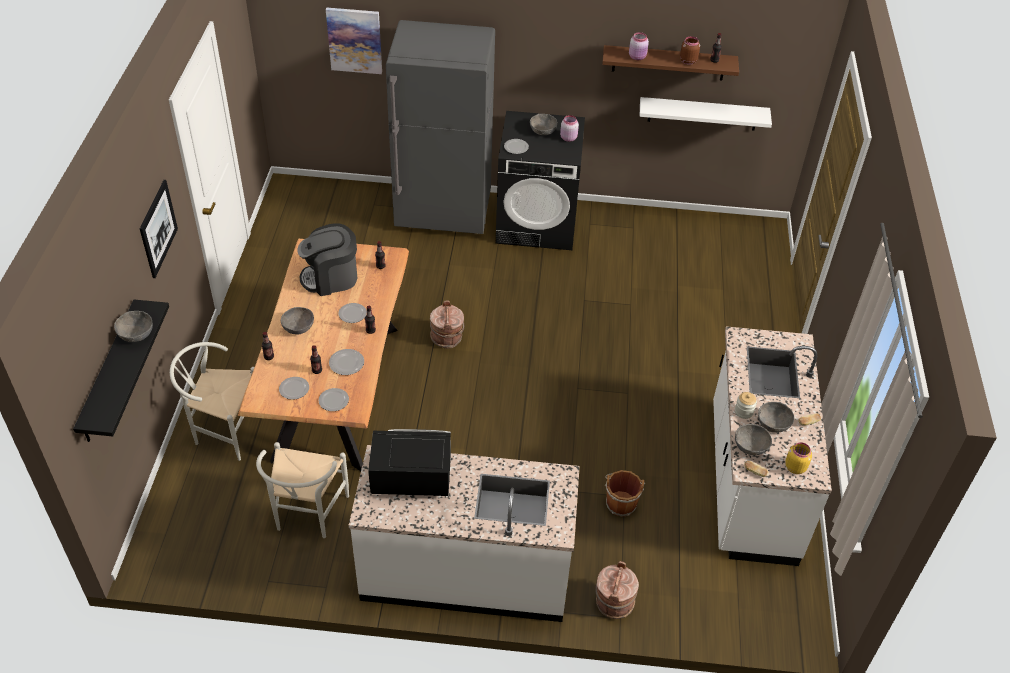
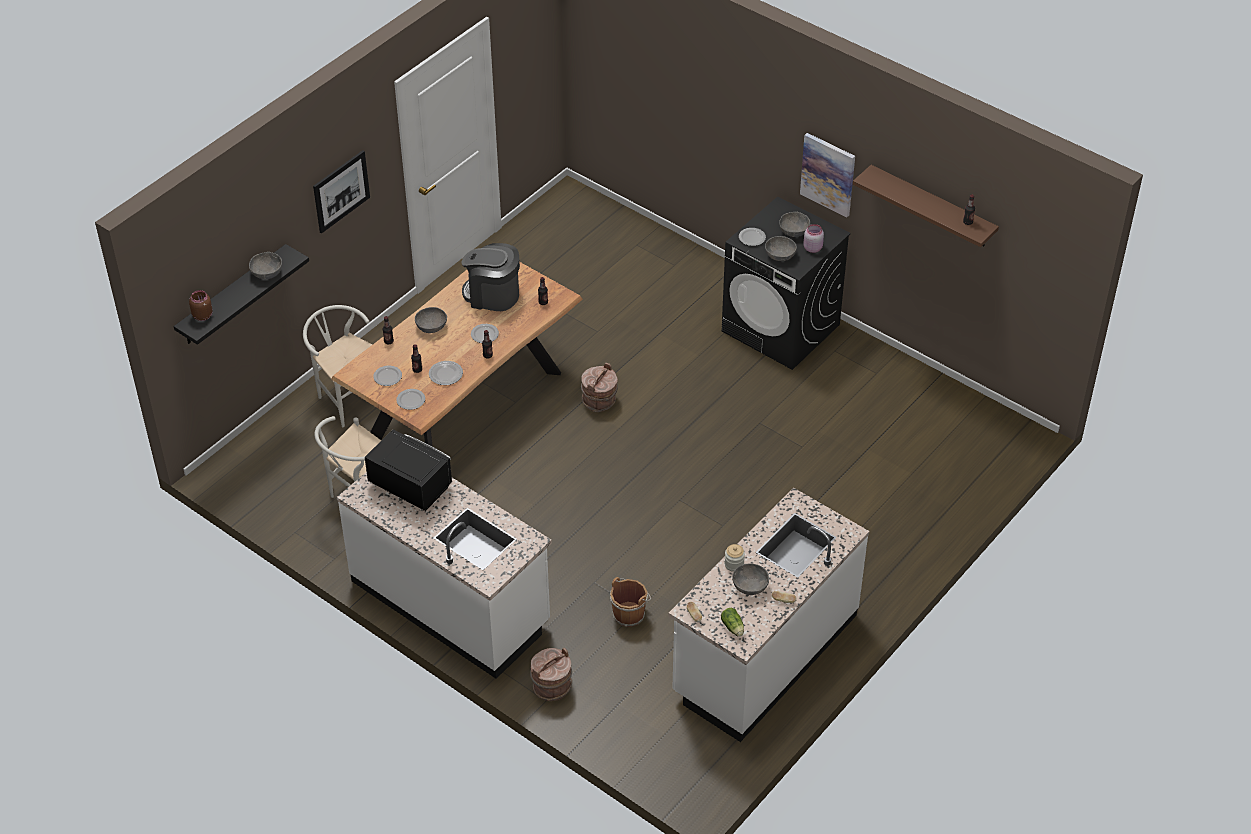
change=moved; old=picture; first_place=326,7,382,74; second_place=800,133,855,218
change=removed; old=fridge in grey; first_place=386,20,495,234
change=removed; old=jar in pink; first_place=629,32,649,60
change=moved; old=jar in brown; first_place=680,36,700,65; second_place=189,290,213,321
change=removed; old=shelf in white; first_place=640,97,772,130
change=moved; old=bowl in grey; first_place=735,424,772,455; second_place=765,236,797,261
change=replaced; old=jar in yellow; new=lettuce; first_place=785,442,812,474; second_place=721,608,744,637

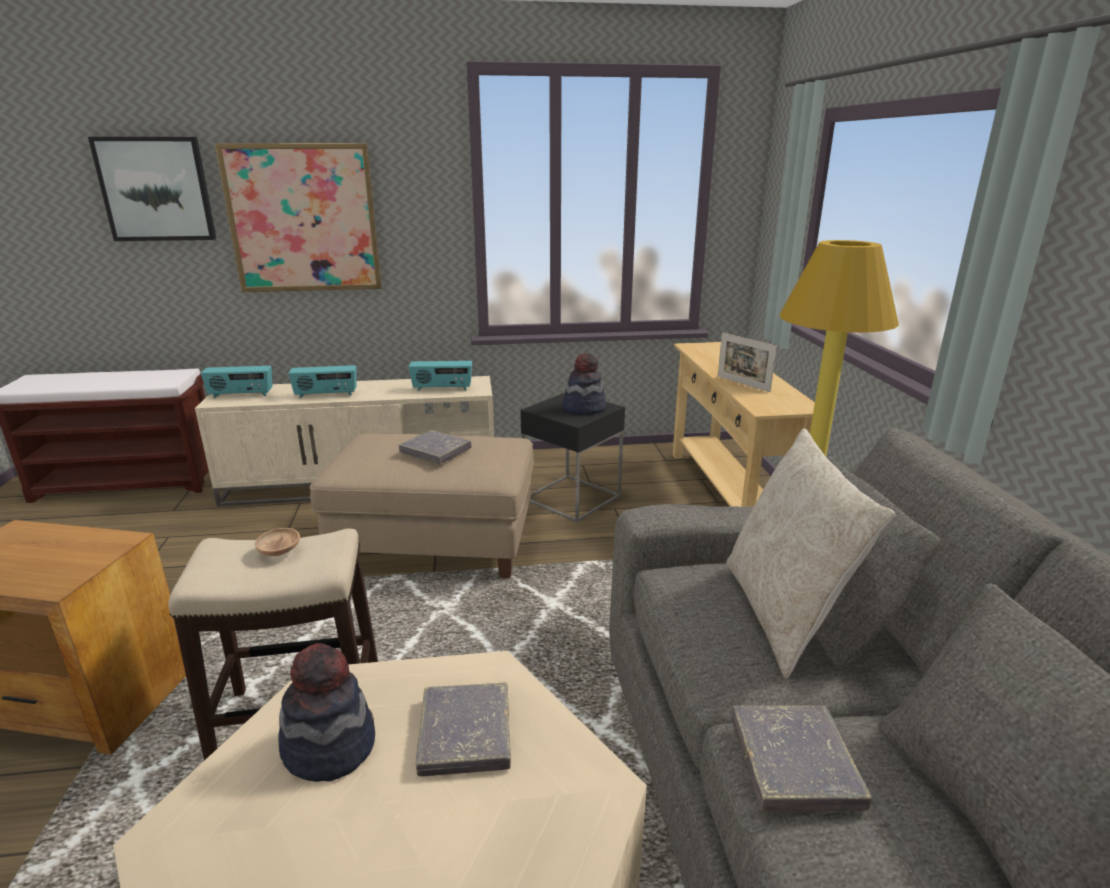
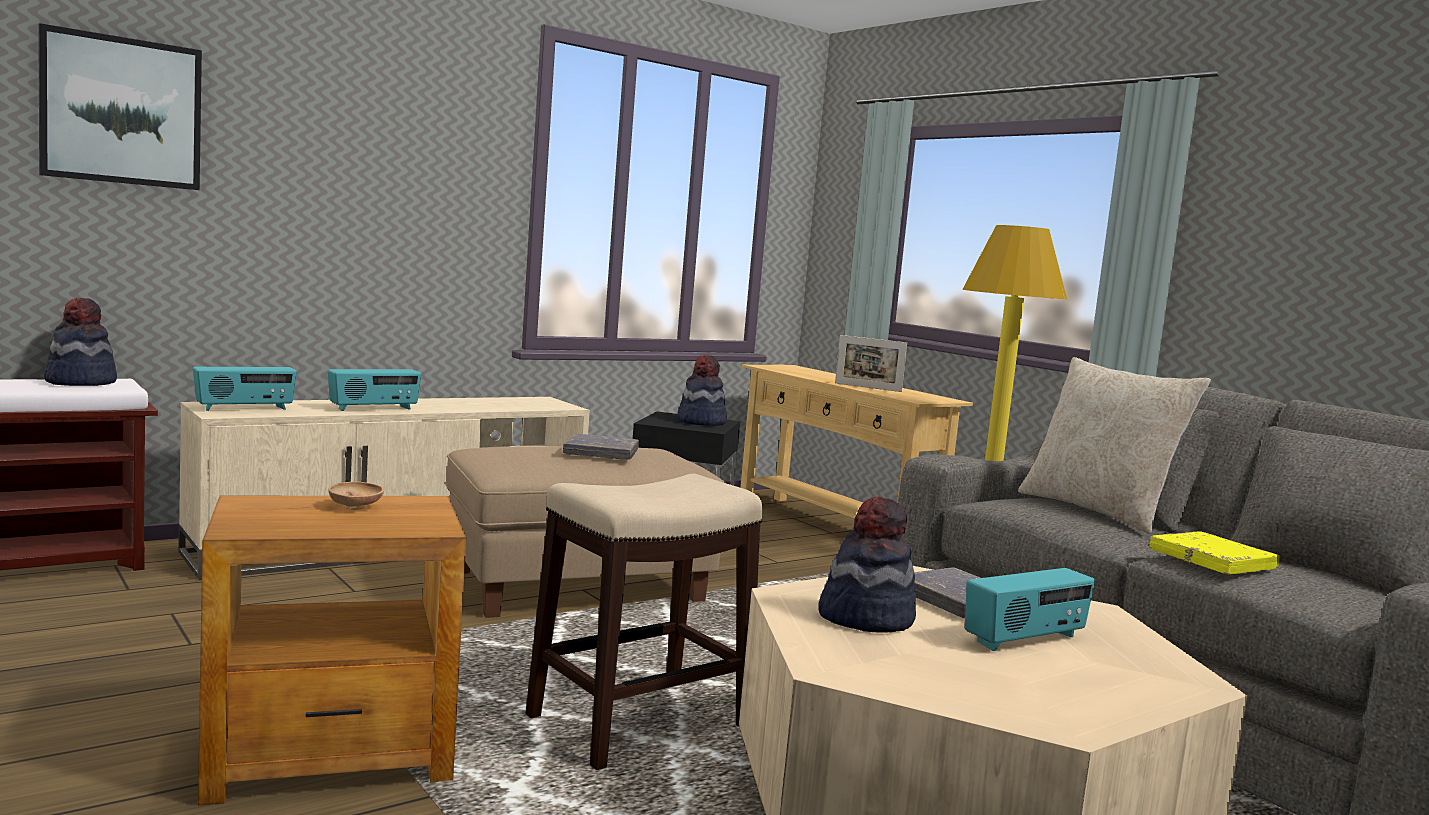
change=removed; old=picture; first_place=214,143,382,292
change=moved; old=radio; first_place=409,361,472,391; second_place=965,568,1095,651
change=moved; old=bowl in brown; first_place=255,528,300,556; second_place=328,482,384,510
change=recoloured; old=book in grey; new=book in yellow; first_place=732,706,872,812; second_place=1150,531,1280,575
change=added; new=hat; second_place=44,298,117,386

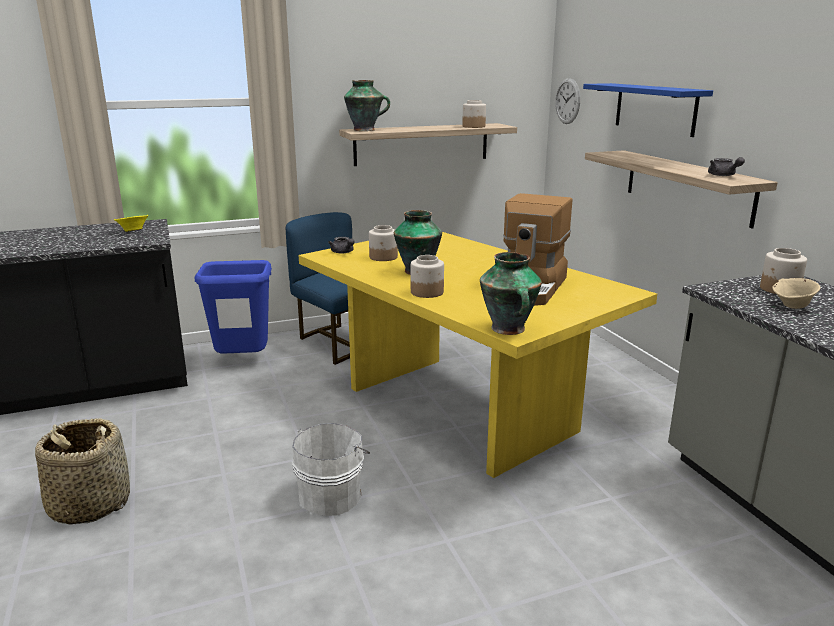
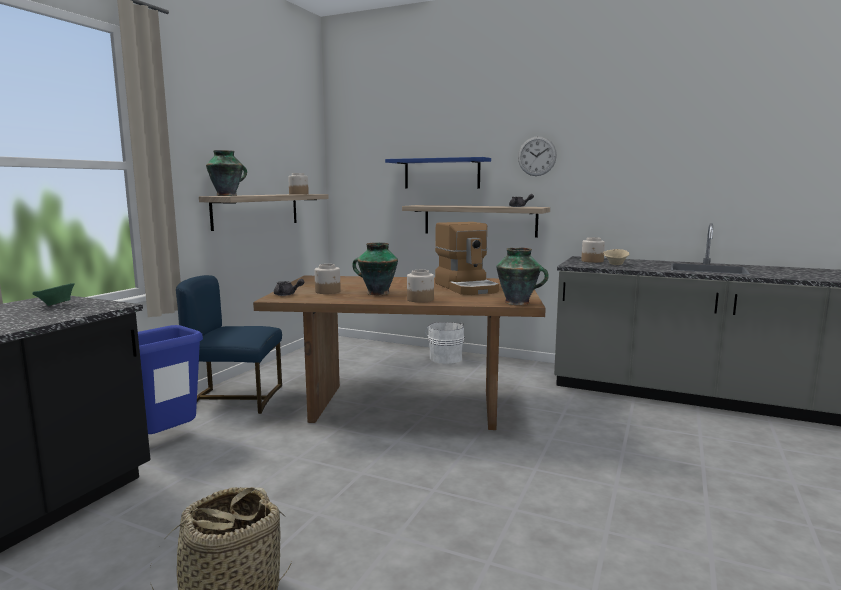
change=moved; old=wall clock; first_place=555,78,580,124; second_place=518,136,557,176
change=recoloured; old=bowl in yellow; new=bowl in green; first_place=114,215,148,232; second_place=32,283,75,306
change=recoloured; old=dining table in yellow; new=dining table in brown; first_place=299,232,657,478; second_place=253,276,546,430
change=moved; old=bucket in white; first_place=292,423,370,516; second_place=425,322,465,364

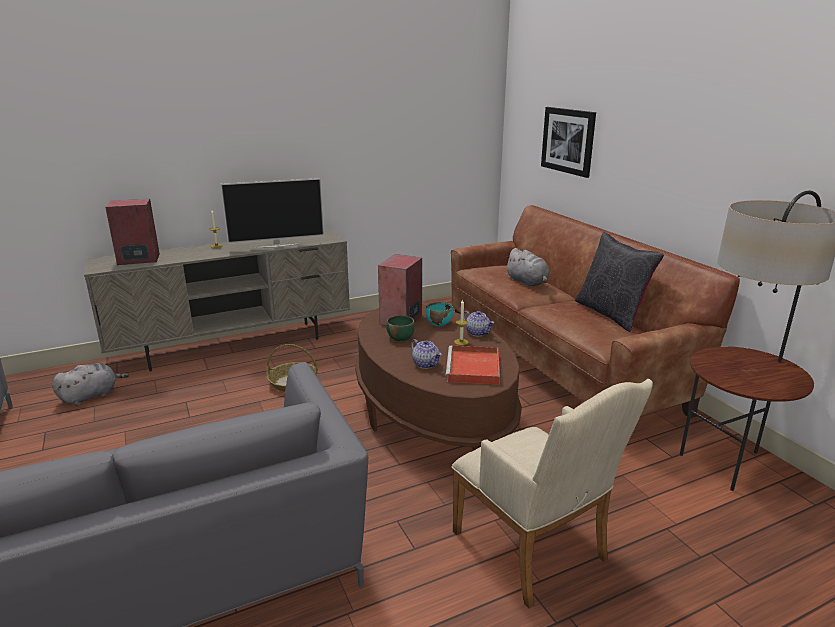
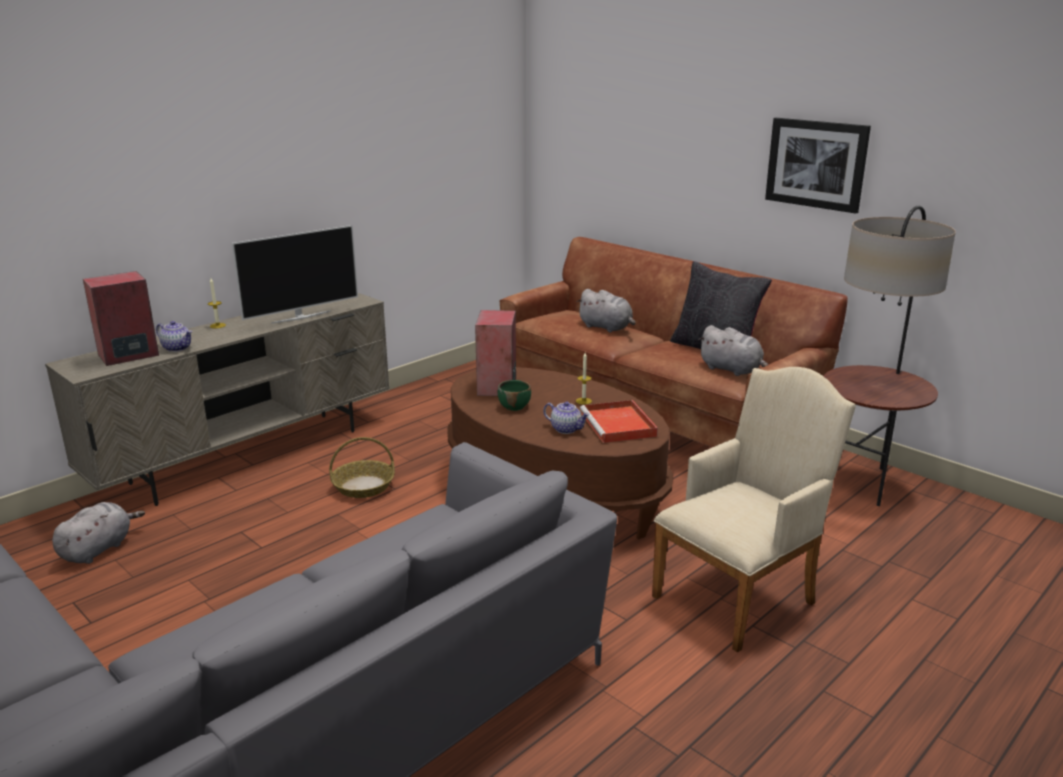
change=moved; old=picture; first_place=541,107,596,178; second_place=765,118,871,214
change=removed; old=bowl in turquoise; first_place=426,302,453,326
change=moved; old=teapot; first_place=464,311,494,336; second_place=156,321,192,352
change=turned; old=armchair in beige; first_place=452,379,653,608; second_place=652,367,856,653; degrees=-75
change=added; new=plush toy in grey; second_place=698,325,768,376

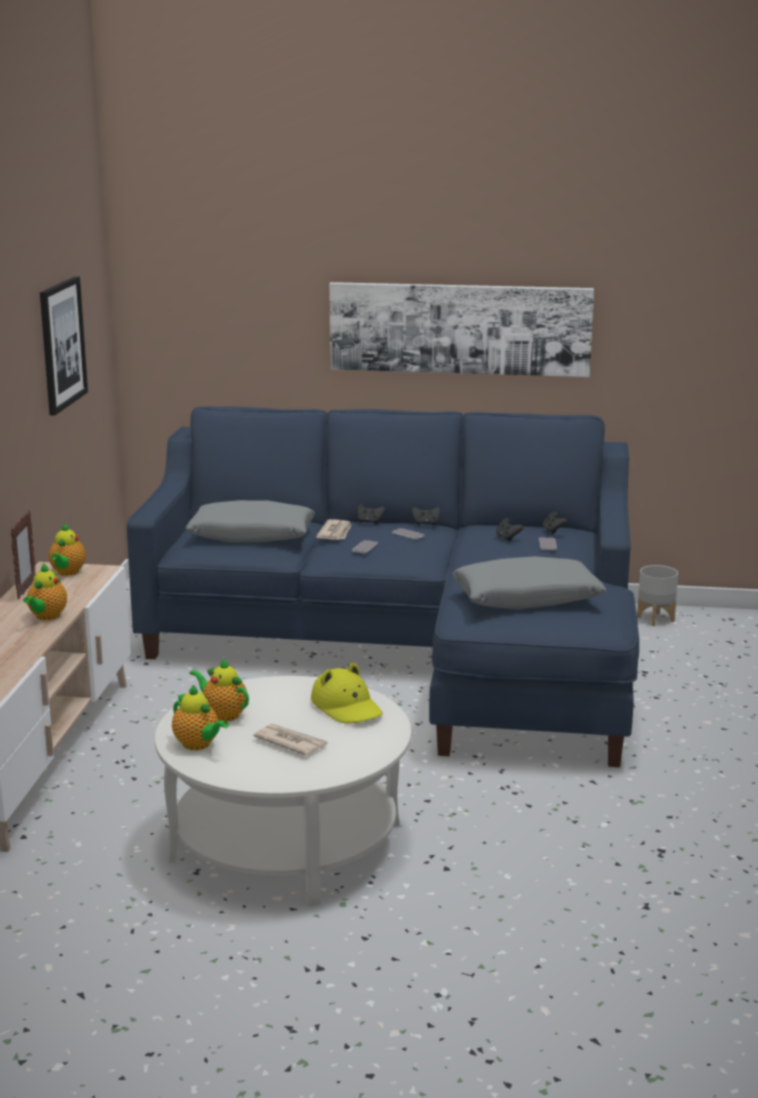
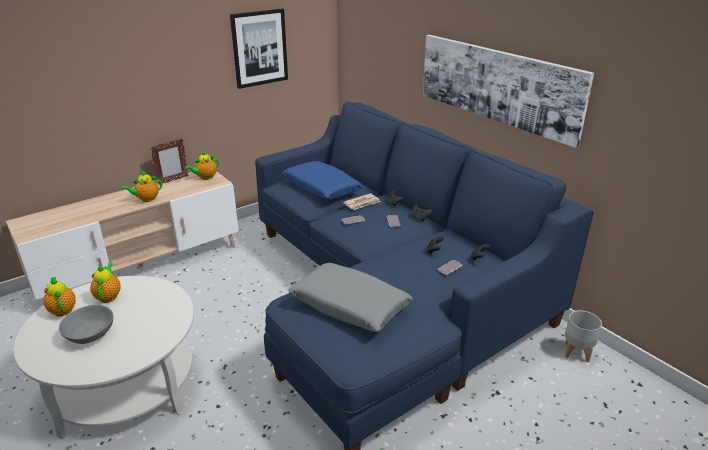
change=recoloured; old=pillow in grey; new=pillow in blue; first_place=185,500,315,543; second_place=283,161,363,200
change=removed; old=hat in yellow; first_place=311,663,383,724
change=turned; old=teapot; first_place=172,685,229,750; second_place=43,277,76,317; degrees=150
change=replaced; old=newspaper; new=bowl in grey; first_place=253,723,328,756; second_place=59,305,113,344

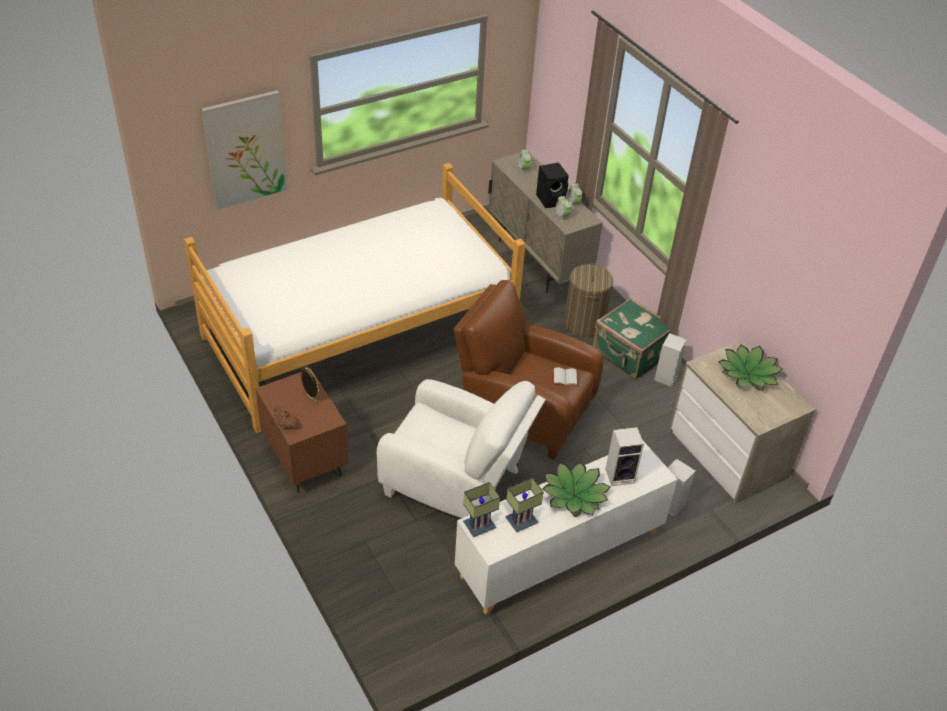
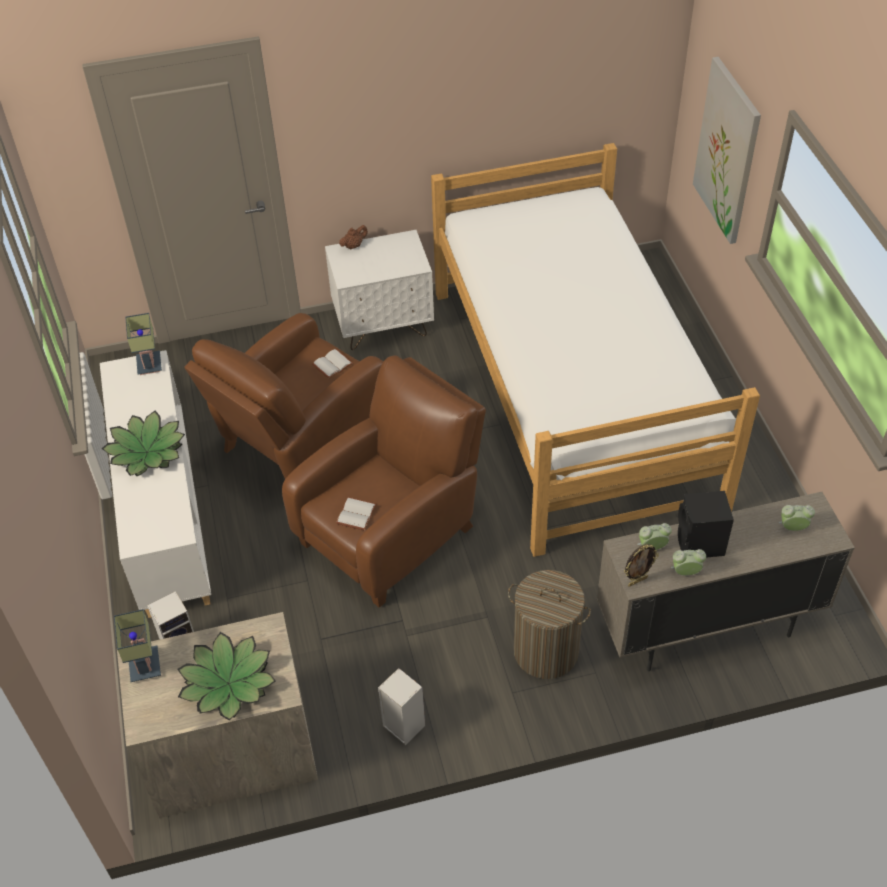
change=removed; old=suitcase in green; first_place=593,297,671,380
change=moved; old=picture frame; first_place=301,367,319,403; second_place=624,544,659,587
change=recoloured; old=nightstand in brown; new=nightstand in white; first_place=255,369,349,492; second_place=325,230,434,350
change=recoloured; old=armchair in white; new=armchair in brown; first_place=377,379,545,518; second_place=184,313,383,479
change=removed; old=speaker; first_place=605,427,644,486
change=moved; old=table lamp; first_place=505,477,544,532; second_place=114,609,161,682
change=added; new=book in white; second_place=312,349,353,379

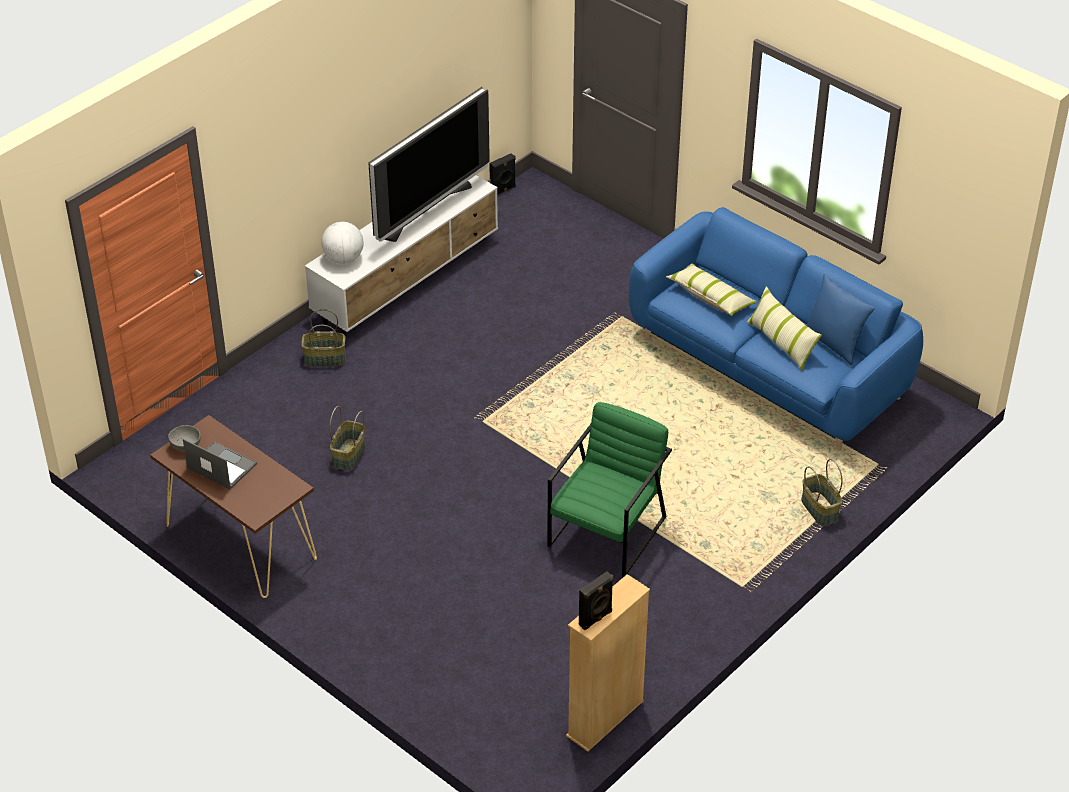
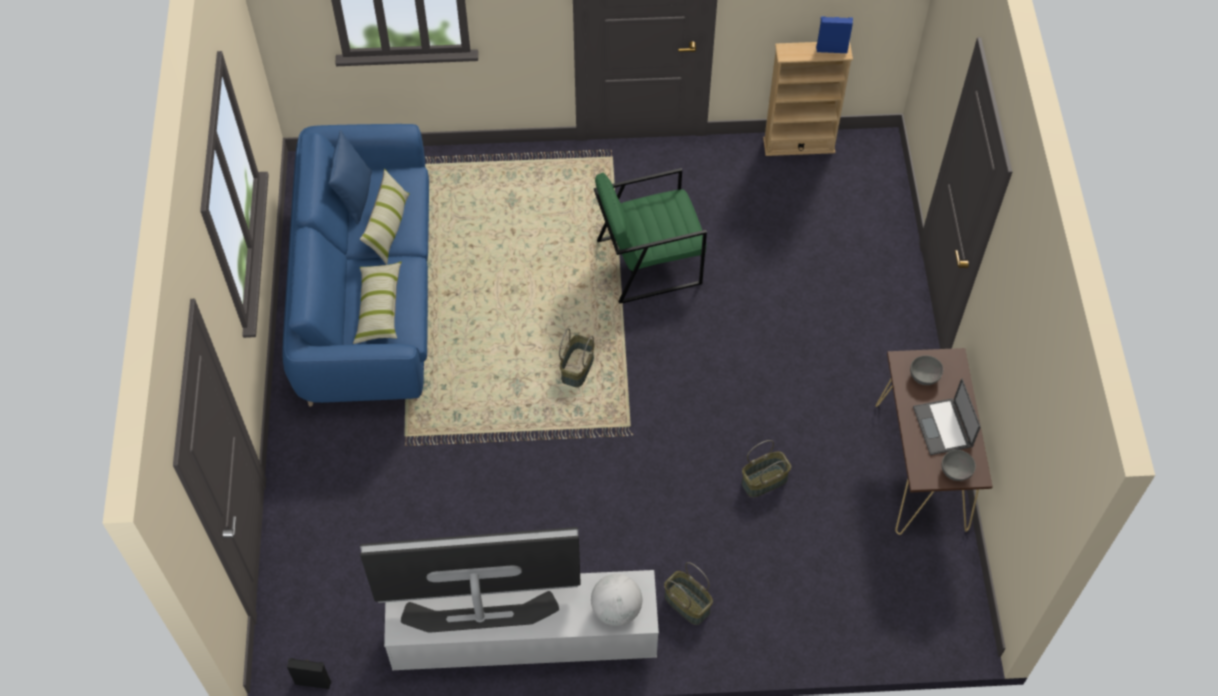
change=moved; old=basket; first_place=801,459,843,526; second_place=559,328,595,387
change=recoloured; old=speaker in black; new=speaker in blue; first_place=579,572,613,630; second_place=816,16,853,53
change=added; new=bowl in grey; second_place=910,356,943,385

